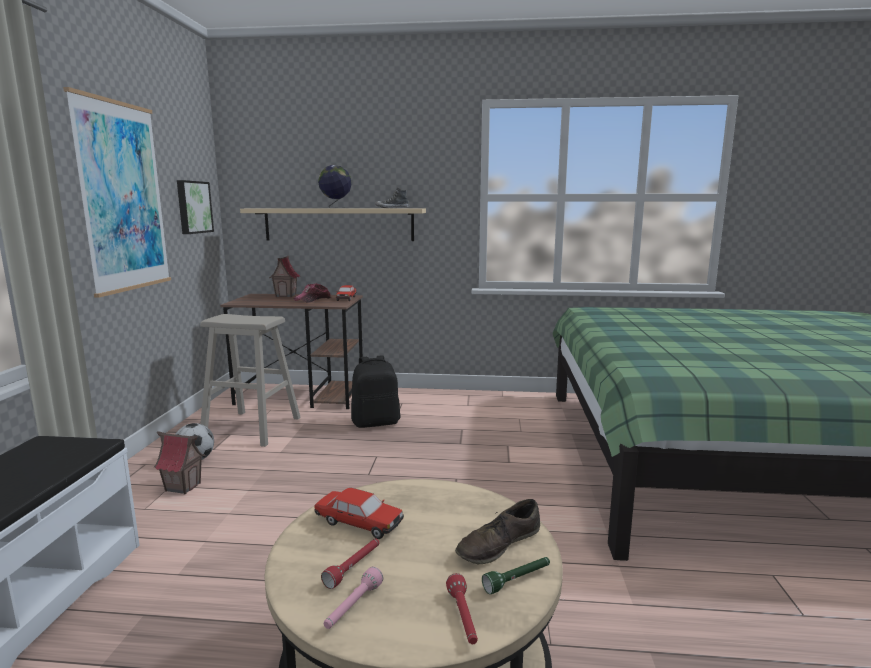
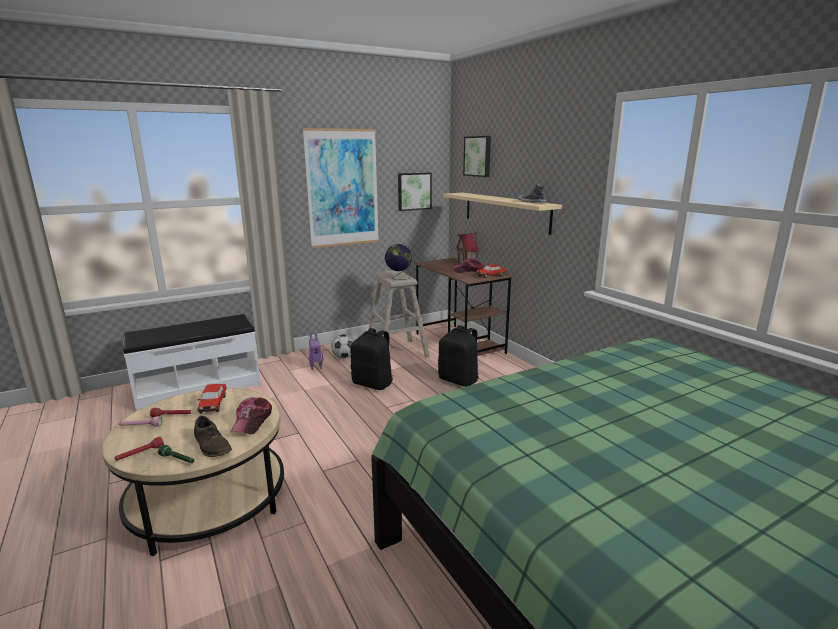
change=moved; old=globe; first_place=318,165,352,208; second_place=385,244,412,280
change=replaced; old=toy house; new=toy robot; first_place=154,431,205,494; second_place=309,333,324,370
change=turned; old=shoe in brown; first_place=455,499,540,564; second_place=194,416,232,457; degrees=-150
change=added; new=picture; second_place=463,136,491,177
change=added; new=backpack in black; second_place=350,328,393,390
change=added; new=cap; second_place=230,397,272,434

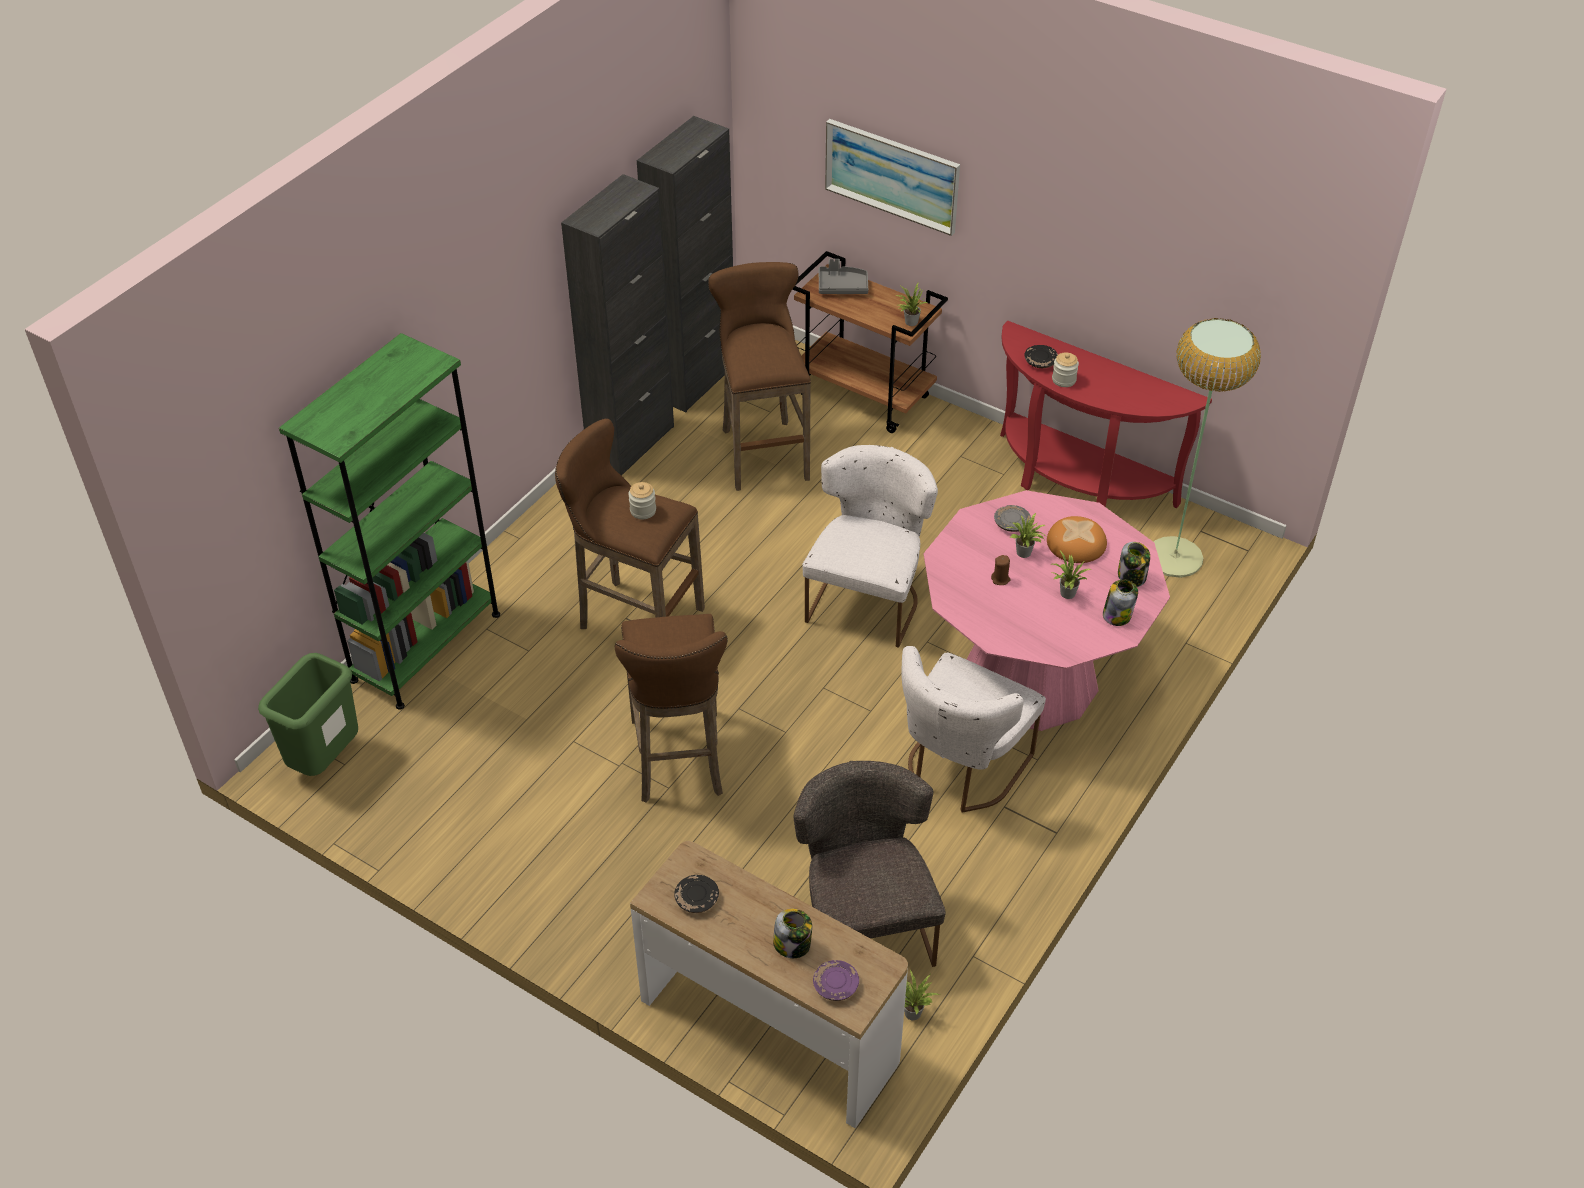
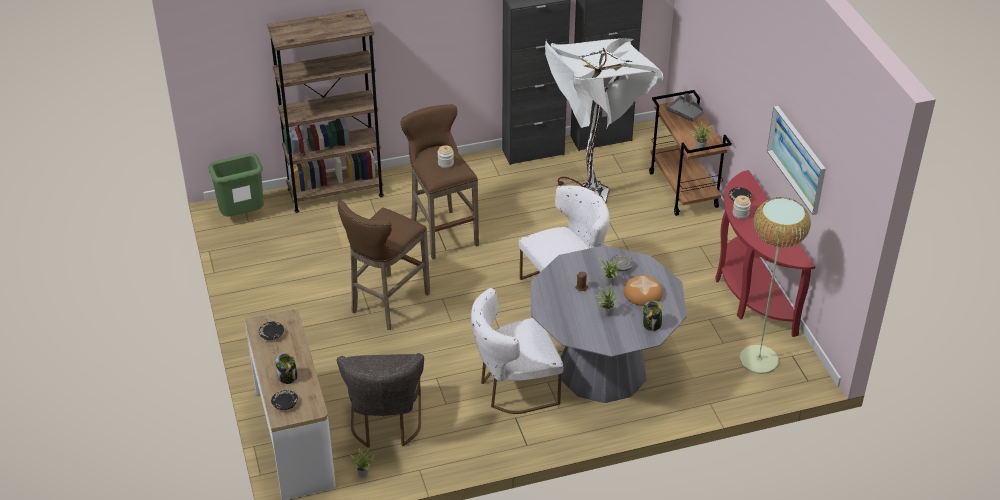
change=moved; old=picture; first_place=825,119,960,236; second_place=767,106,826,215
change=replaced; old=stool in brown; new=floor lamp in white; first_place=708,262,811,491; second_place=545,38,663,203
change=recoloured; old=bookcase in green; new=bookcase in brown; first_place=279,333,500,710; second_place=267,9,384,213
change=recoloured; old=dining table in pink; new=dining table in grey; first_place=924,490,1170,731; second_place=531,246,687,403
change=removed; old=jar; first_place=1103,580,1138,626
change=turned; old=chair in grey; first_place=794,761,946,967; second_place=337,353,424,448; degrees=150
change=recoloured; old=plate in purple; new=plate in black; first_place=813,960,859,1001; second_place=271,390,298,410

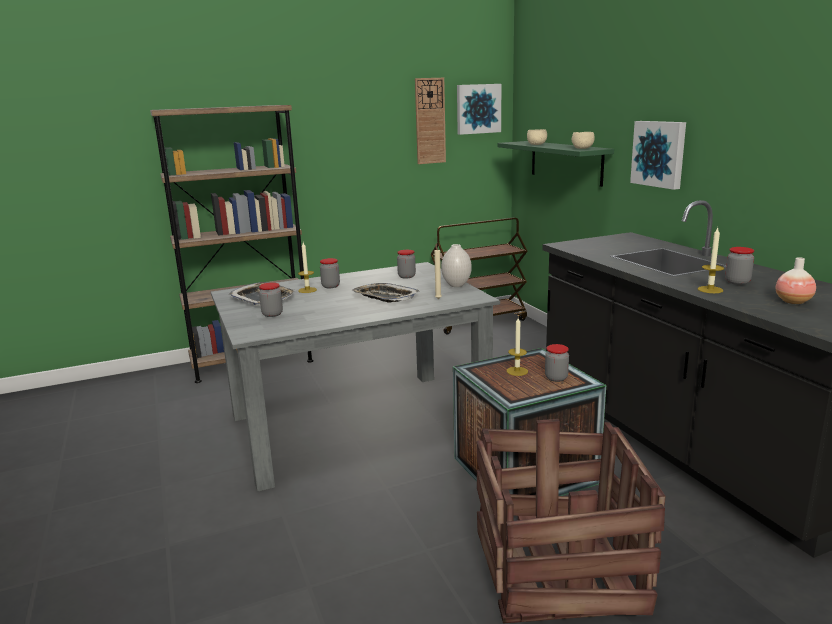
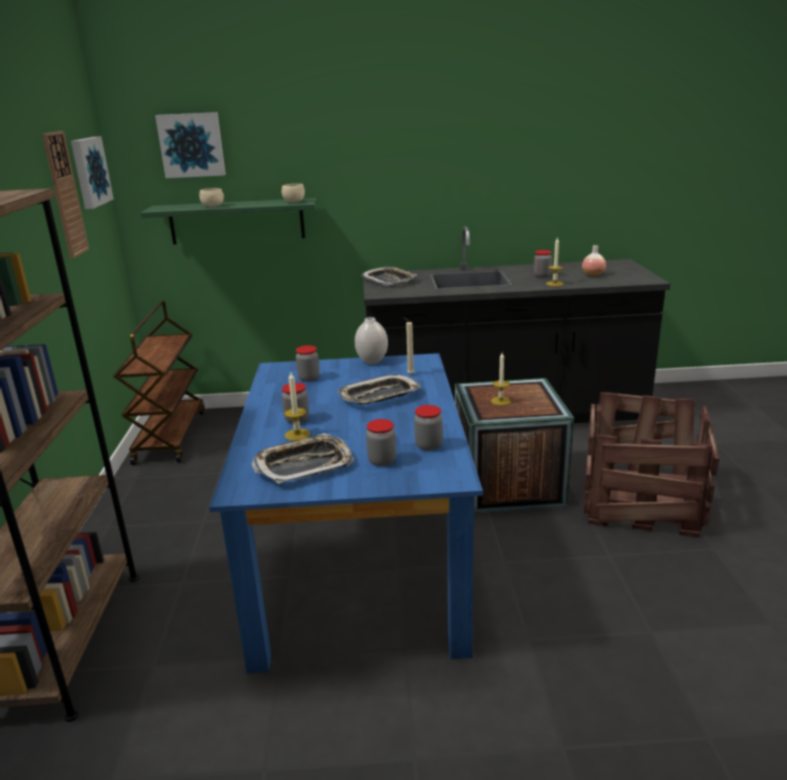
change=moved; old=picture; first_place=630,121,686,190; second_place=155,112,226,178
change=recoloured; old=dining table in grey; new=dining table in blue; first_place=211,262,500,492; second_place=209,353,483,673
change=moved; old=jar; first_place=545,344,569,382; second_place=414,405,443,451
change=added; new=tray; second_place=361,267,417,286

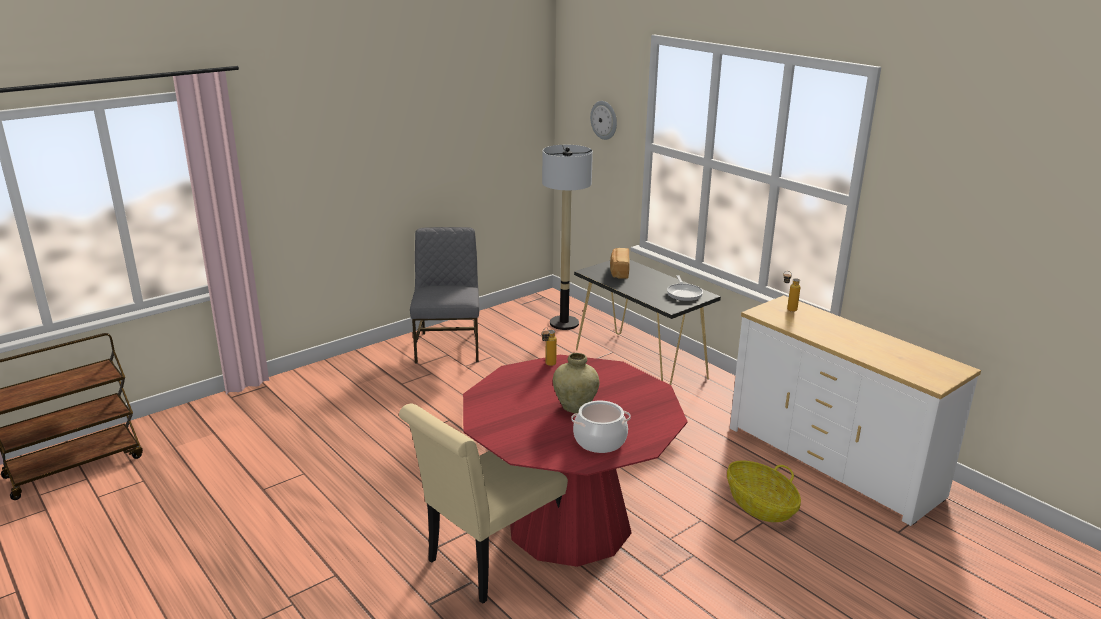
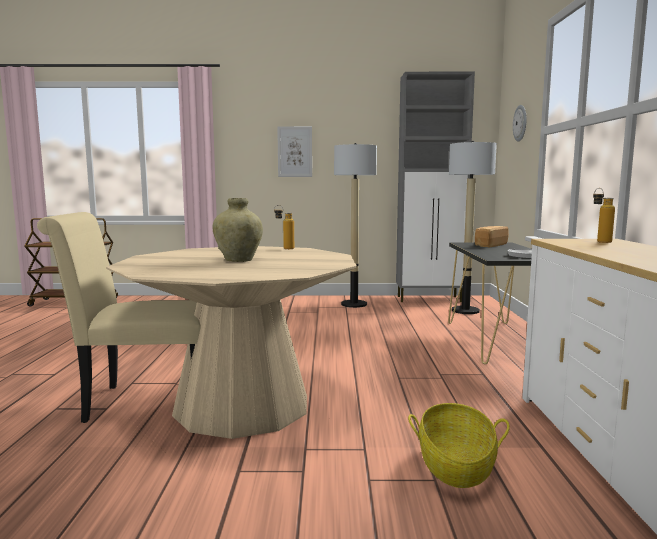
change=replaced; old=chair in grey; new=floor lamp; first_place=410,227,479,363; second_place=334,143,377,308
change=recoloured; old=dining table in red; new=dining table in beige; first_place=463,355,688,567; second_place=106,246,357,439
change=removed; old=cooking pot; first_place=571,401,631,453
change=added; new=cabinet in grey; second_place=396,72,475,302
change=added; new=picture; second_place=277,126,312,177

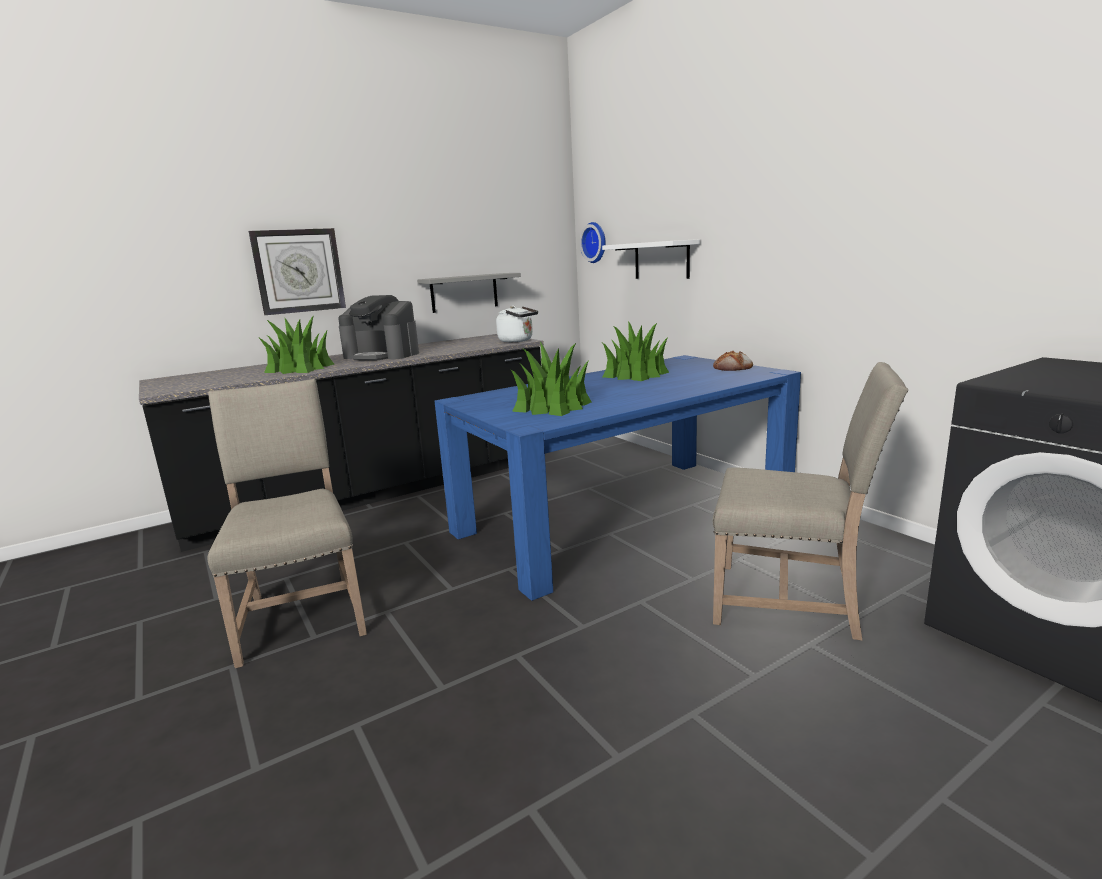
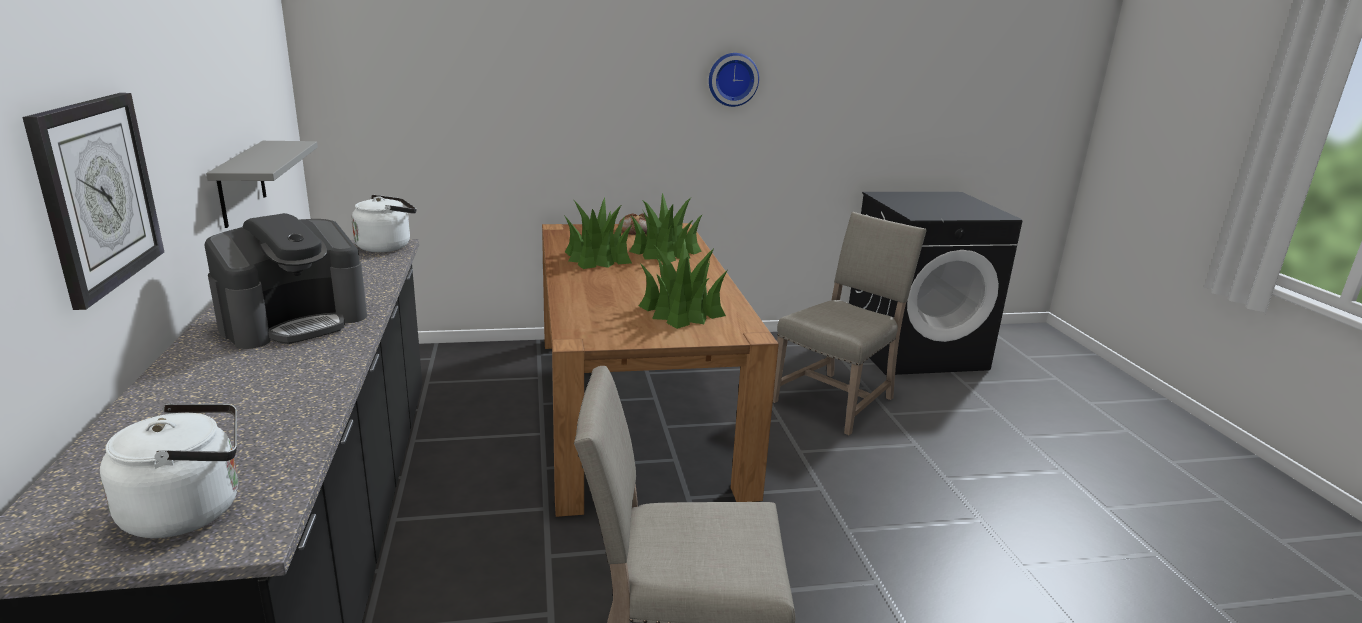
change=moved; old=wall clock; first_place=580,222,606,263; second_place=709,53,759,107
change=removed; old=shelf in white; first_place=602,239,700,279
change=moved; old=potted plant; first_place=258,315,334,374; second_place=629,193,703,262
change=recoloured; old=dining table in blue; new=dining table in brown; first_place=434,355,801,601; second_place=542,223,779,517
change=added; new=kettle in white; second_place=100,404,238,538

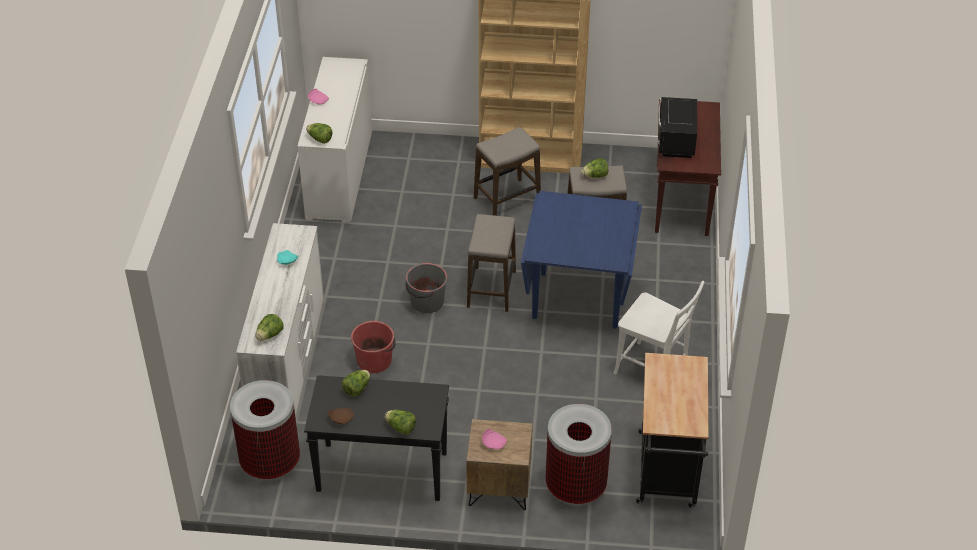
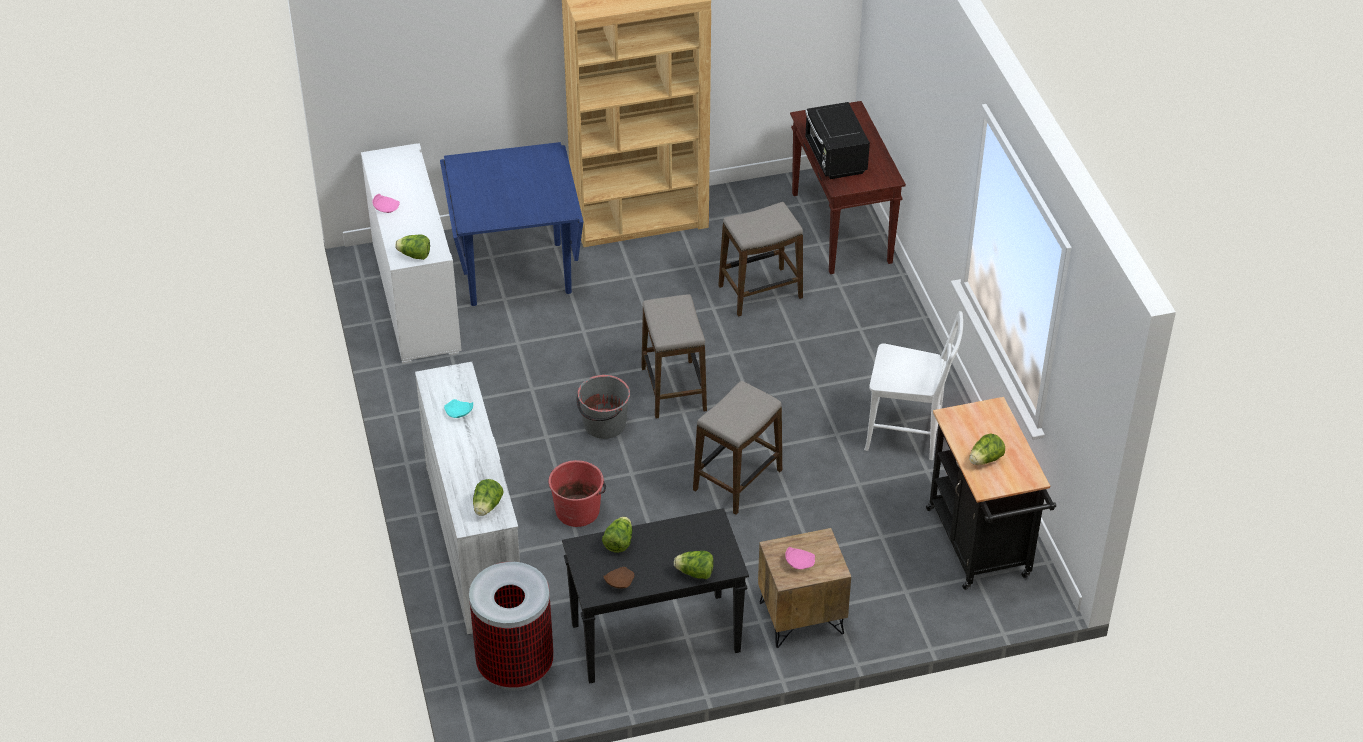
change=moved; old=stool; first_place=474,127,541,216; second_place=693,381,782,515
change=moved; old=lettuce; first_place=581,158,609,178; second_place=969,433,1005,465
change=moved; old=dining table in blue; first_place=521,191,642,329; second_place=440,142,584,306
change=removed; old=trash can; first_place=546,404,612,506

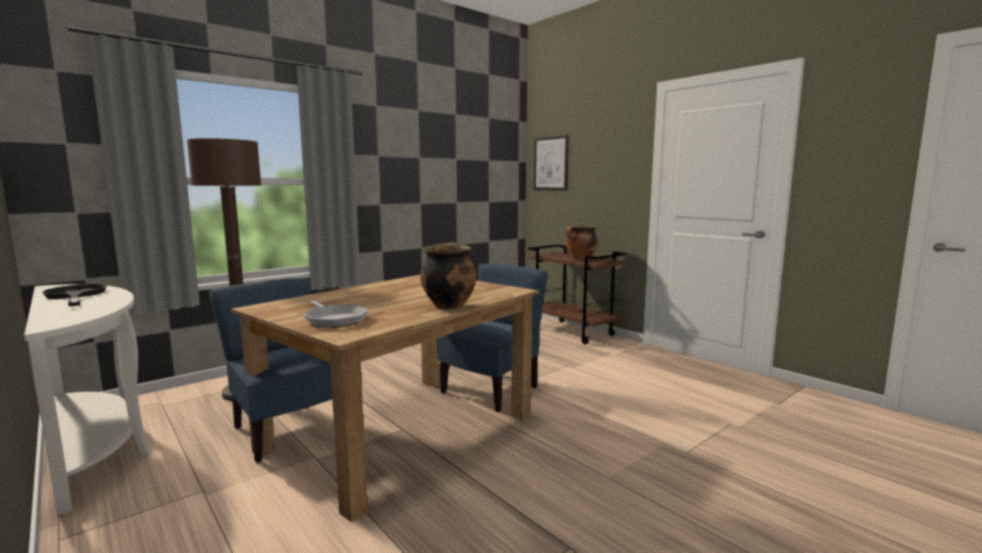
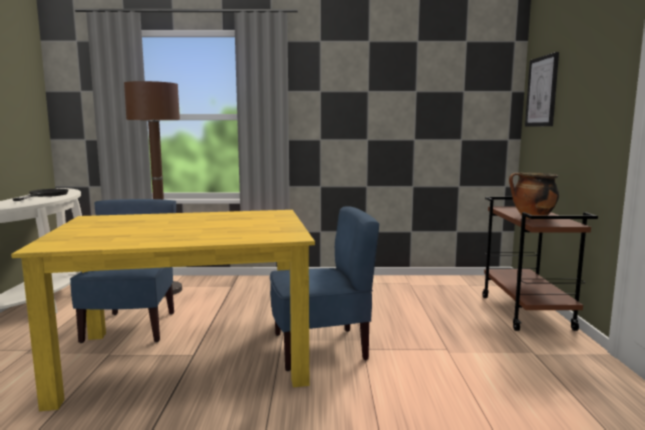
change=removed; old=cooking pot; first_place=420,243,476,310
change=recoloured; old=dining table in brown; new=dining table in yellow; first_place=231,275,539,522; second_place=11,210,315,411
change=removed; old=frying pan; first_place=303,300,369,328

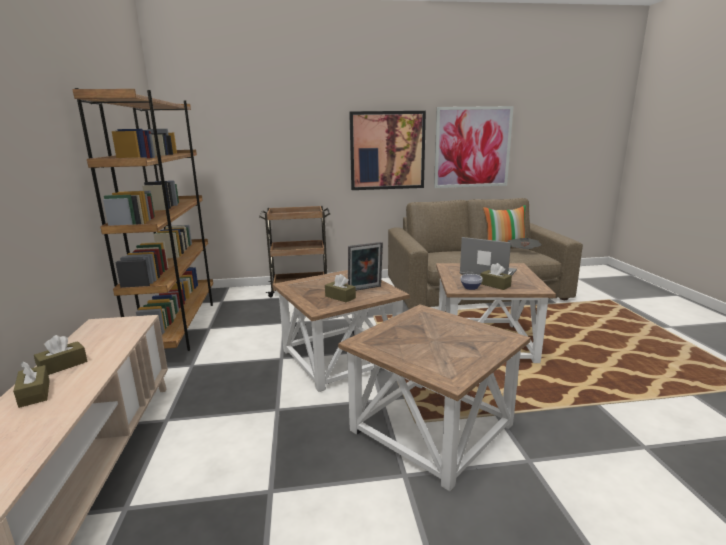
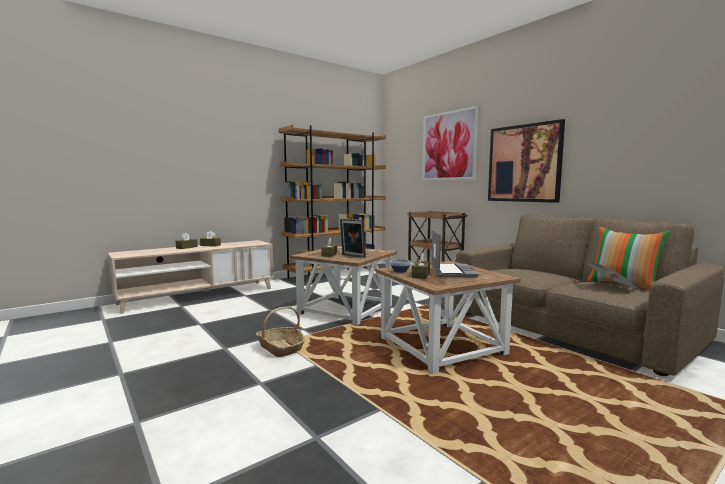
change=moved; old=picture; first_place=434,106,514,188; second_place=422,106,478,181
change=replaced; old=side table in brown; new=basket; first_place=338,304,531,492; second_place=256,307,305,357

